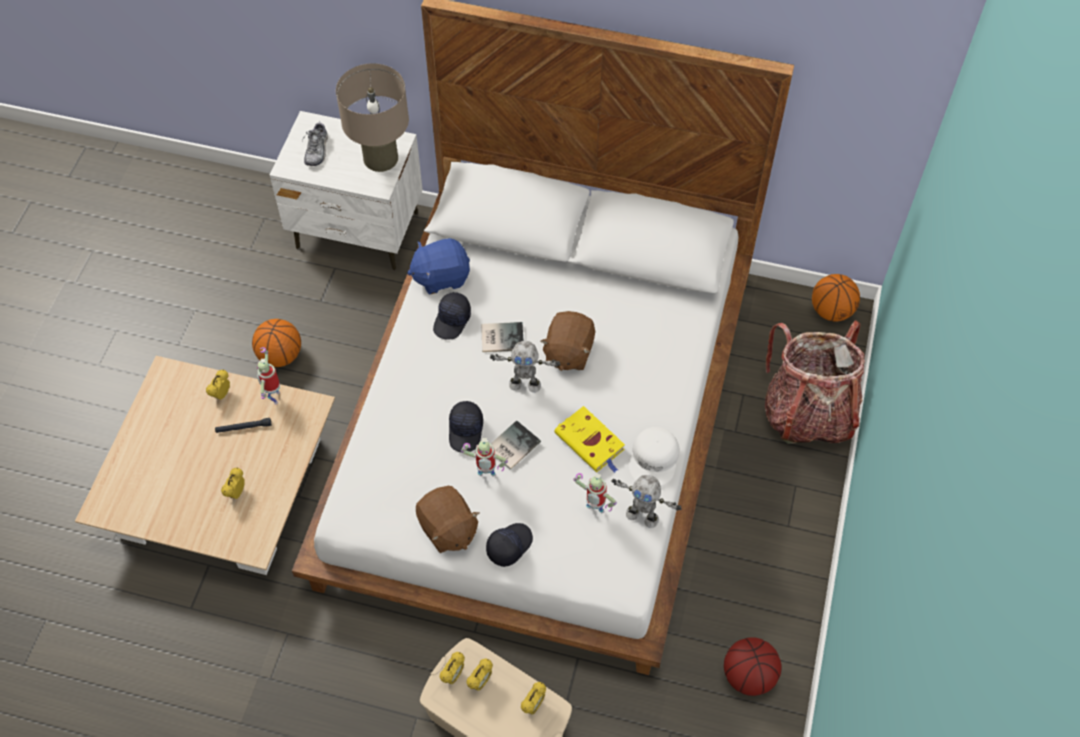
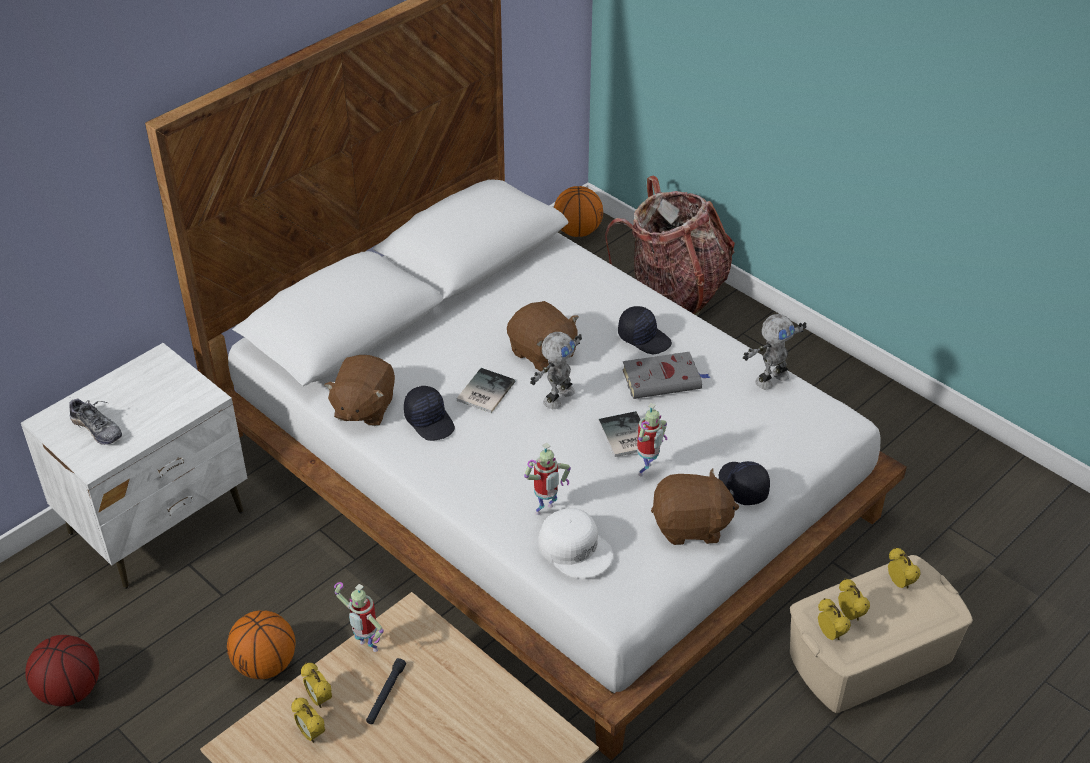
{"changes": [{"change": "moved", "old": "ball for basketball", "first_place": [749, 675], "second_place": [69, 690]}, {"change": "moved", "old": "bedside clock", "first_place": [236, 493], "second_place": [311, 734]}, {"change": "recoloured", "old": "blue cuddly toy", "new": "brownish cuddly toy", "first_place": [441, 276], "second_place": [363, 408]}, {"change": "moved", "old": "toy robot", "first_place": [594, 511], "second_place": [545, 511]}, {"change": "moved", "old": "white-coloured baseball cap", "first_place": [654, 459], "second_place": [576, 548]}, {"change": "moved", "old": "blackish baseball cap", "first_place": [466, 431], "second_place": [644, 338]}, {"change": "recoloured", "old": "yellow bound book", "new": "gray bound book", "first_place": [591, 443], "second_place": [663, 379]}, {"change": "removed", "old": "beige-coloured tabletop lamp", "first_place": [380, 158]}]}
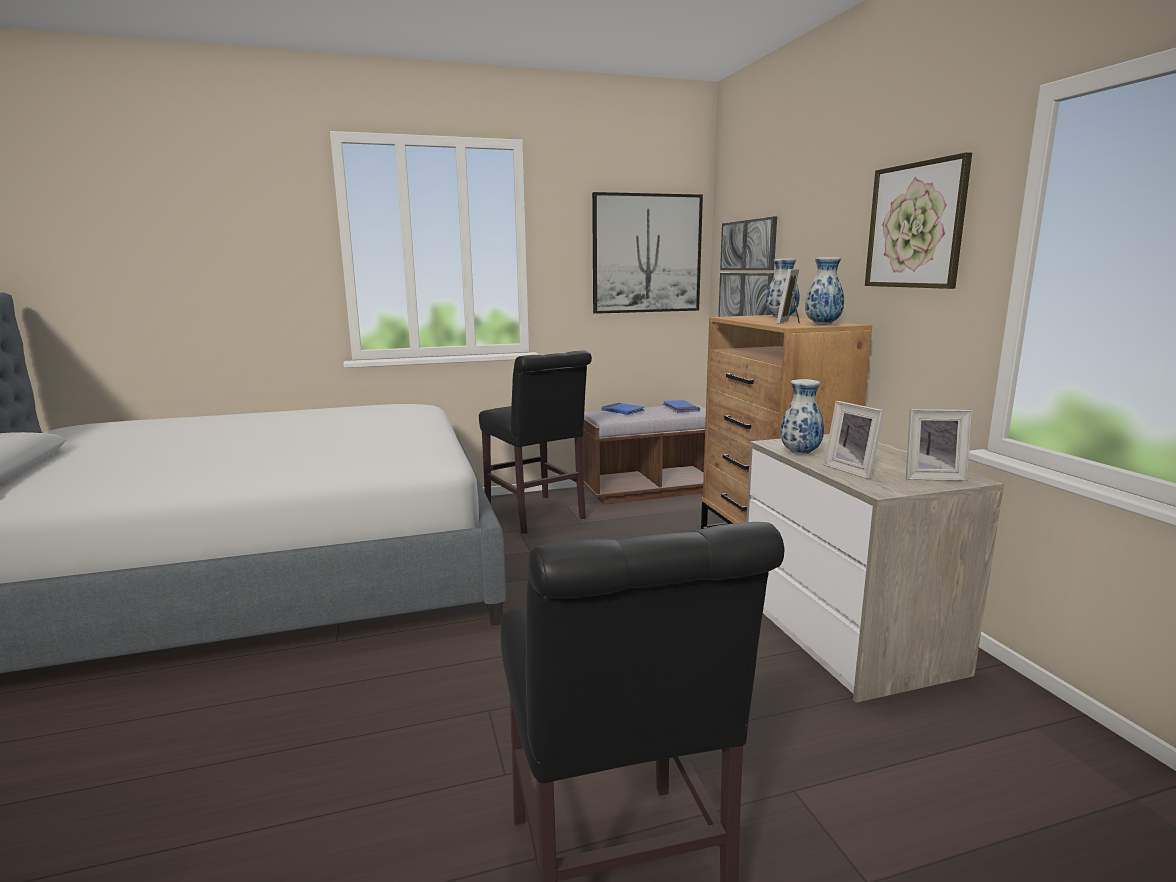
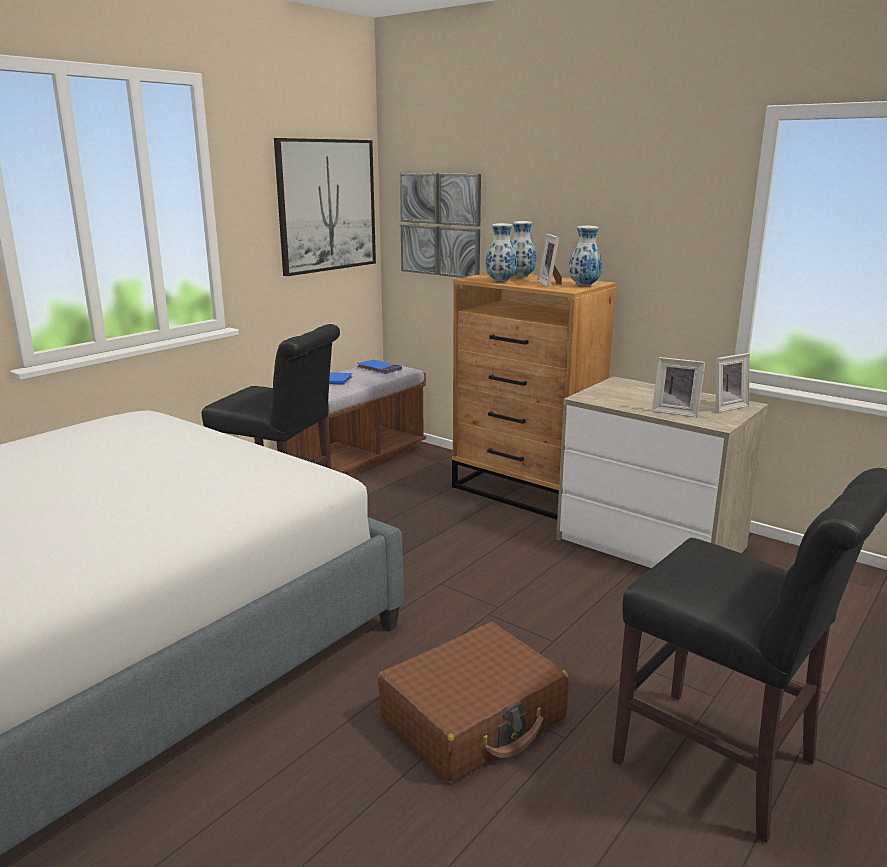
{"changes": [{"change": "added", "new": "brownish suitcase", "second_place": [474, 718]}, {"change": "moved", "old": "vase", "first_place": [800, 453], "second_place": [501, 281]}, {"change": "removed", "old": "wall picture", "first_place": [915, 226]}]}
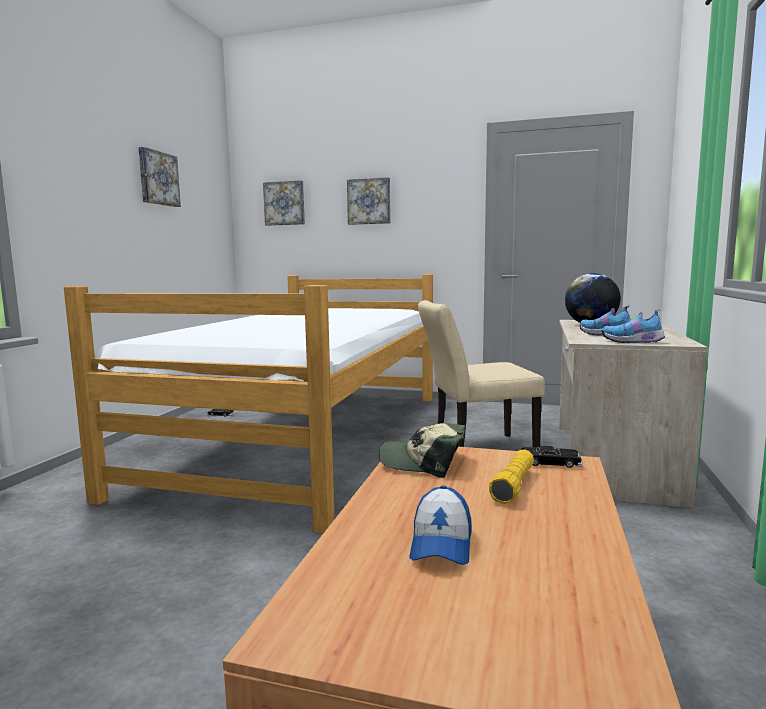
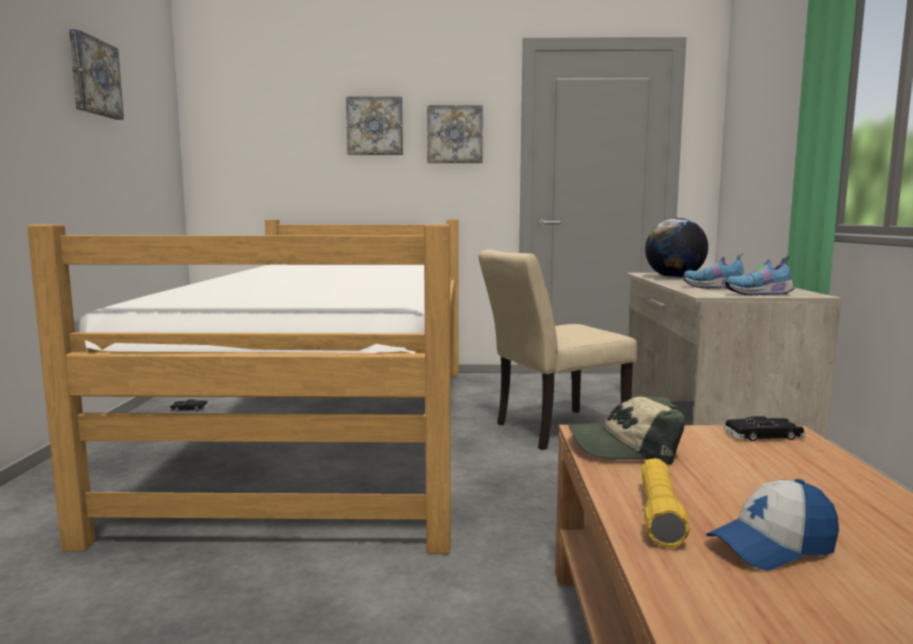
{"changes": [{"change": "moved", "old": "wall picture", "first_place": [285, 203], "second_place": [455, 134]}, {"change": "moved", "old": "yellow flashlight", "first_place": [513, 485], "second_place": [659, 514]}, {"change": "turned", "old": "baseball cap", "first_place": [441, 544], "second_place": [772, 546], "degrees": 75}]}
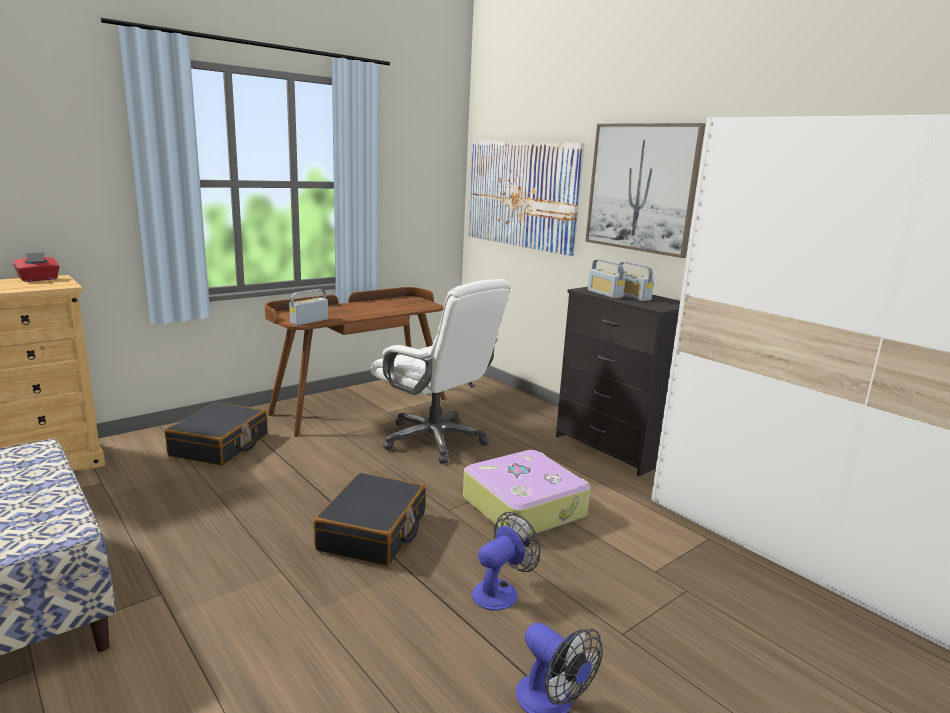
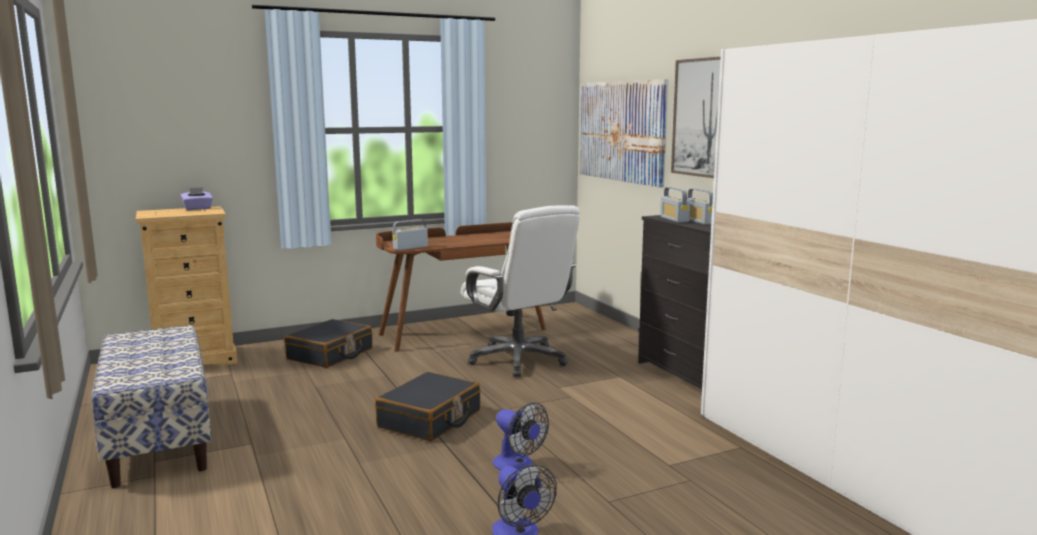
{"changes": [{"change": "recoloured", "old": "red tissue holder", "new": "purplish tissue holder", "first_place": [39, 279], "second_place": [197, 209]}, {"change": "turned", "old": "fan", "first_place": [501, 591], "second_place": [518, 465], "degrees": 75}, {"change": "removed", "old": "suitcase", "first_place": [524, 506]}]}
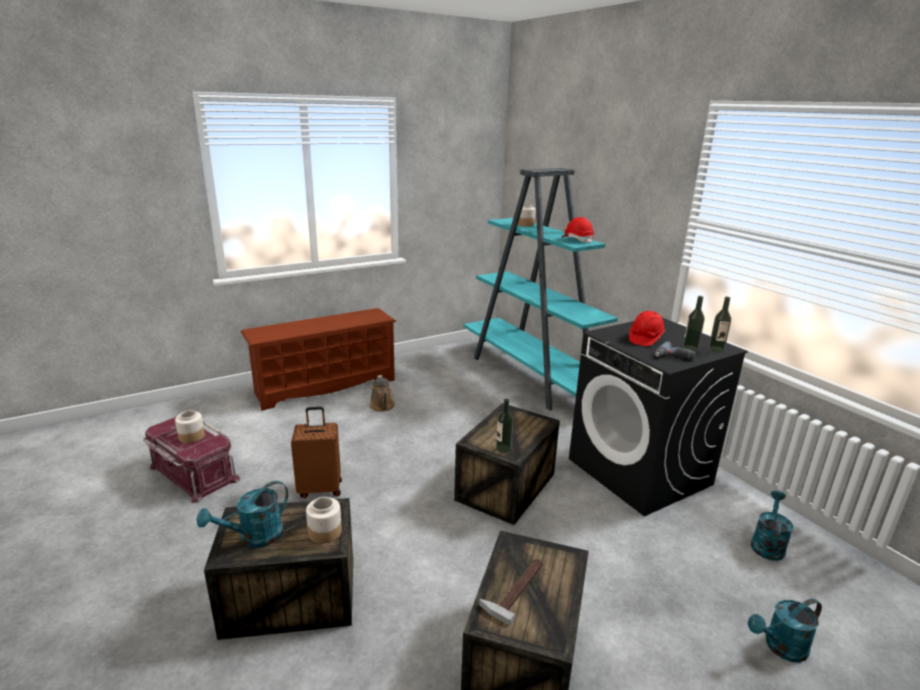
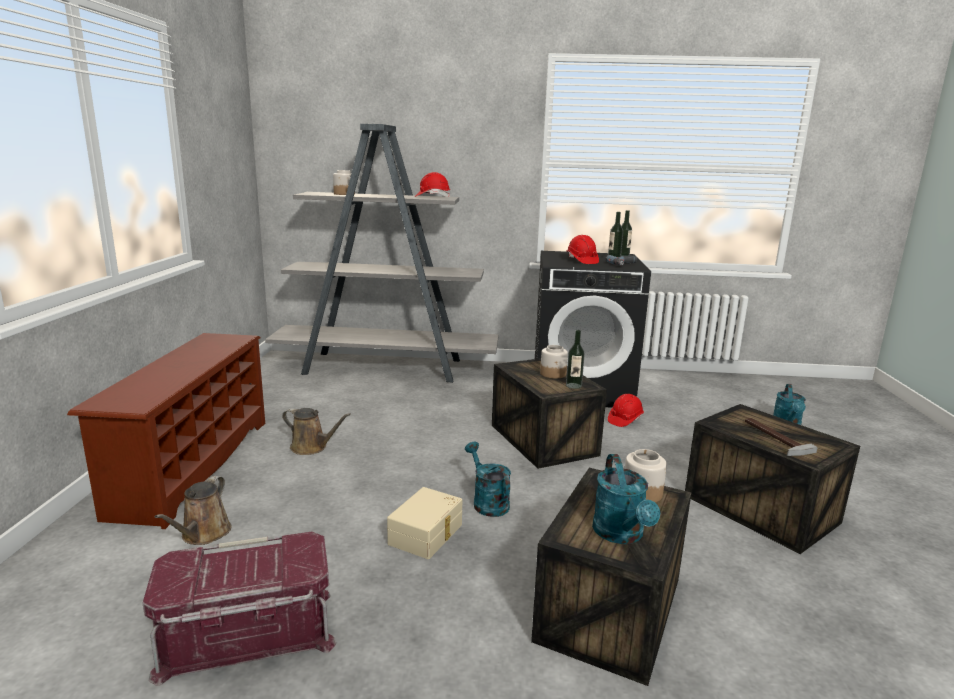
{"changes": [{"change": "added", "new": "brownish sprinkling can", "second_place": [203, 534]}, {"change": "recoloured", "old": "turquoise bookshelf", "new": "gray bookshelf", "first_place": [533, 377], "second_place": [386, 367]}, {"change": "replaced", "old": "brownish suitcase", "new": "beige-coloured storage box", "first_place": [320, 488], "second_place": [427, 535]}, {"change": "moved", "old": "turquoise sprinkling can", "first_place": [767, 544], "second_place": [487, 502]}, {"change": "moved", "old": "preserve jar", "first_place": [191, 437], "second_place": [553, 374]}, {"change": "added", "new": "red work helmet", "second_place": [625, 420]}]}
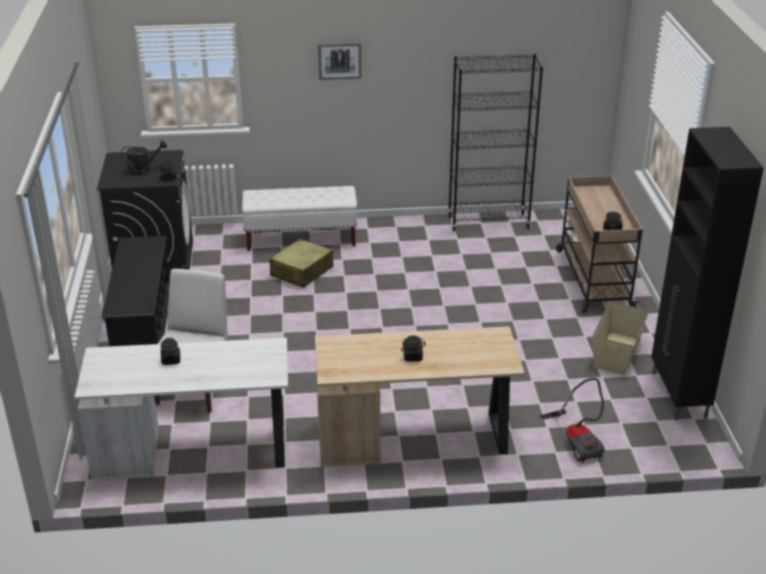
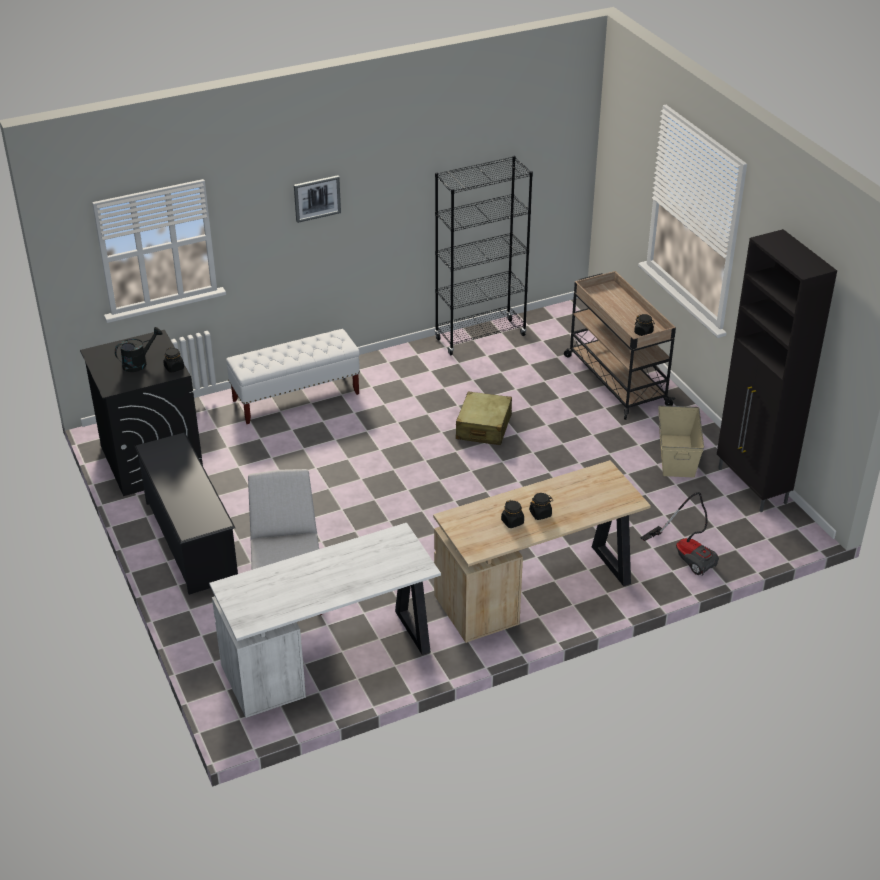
{"changes": [{"change": "moved", "old": "beige-coloured suitcase", "first_place": [301, 272], "second_place": [483, 427]}, {"change": "moved", "old": "blackish preserve jar", "first_place": [171, 360], "second_place": [512, 522]}]}
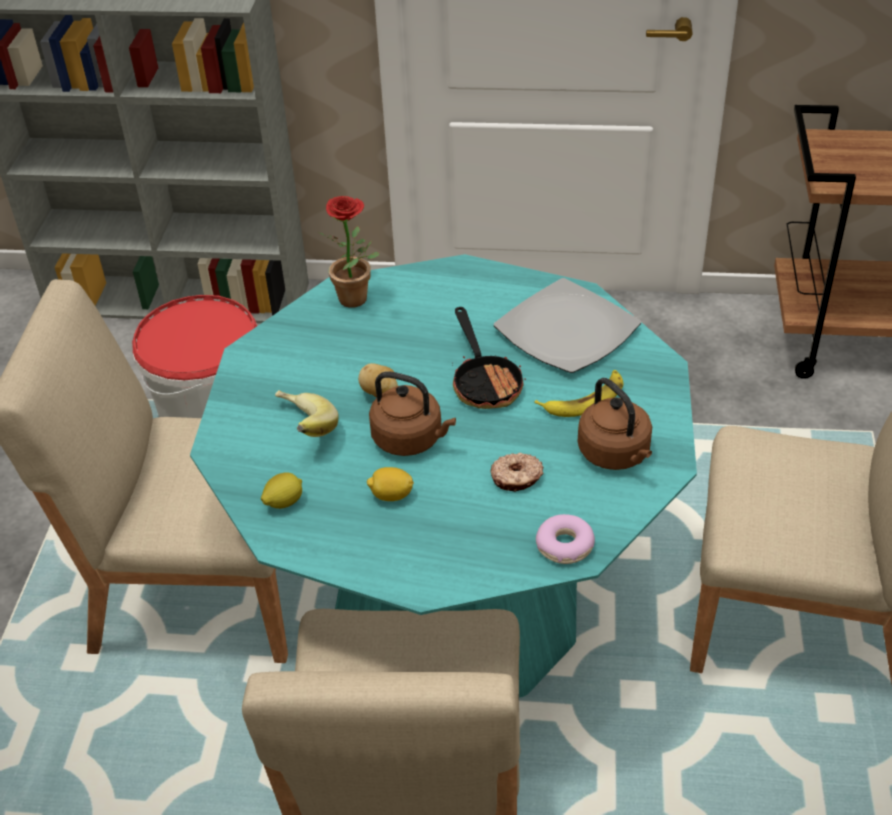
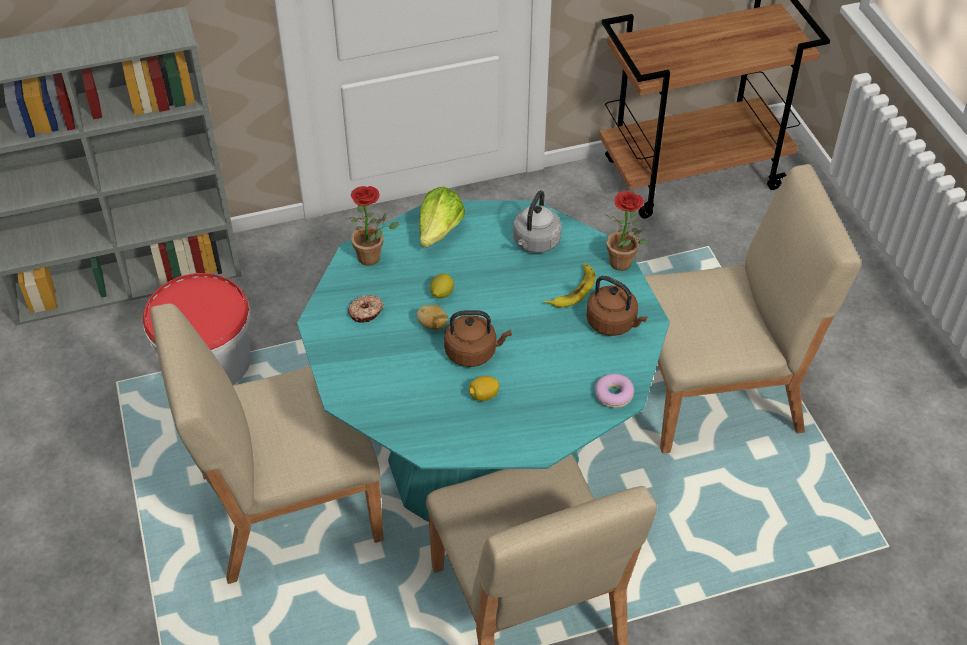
{"changes": [{"change": "moved", "old": "donut", "first_place": [516, 478], "second_place": [366, 312]}, {"change": "added", "new": "head of lettuce", "second_place": [440, 231]}, {"change": "moved", "old": "citrus fruit", "first_place": [284, 502], "second_place": [441, 294]}, {"change": "replaced", "old": "plate", "new": "gray kettle", "first_place": [566, 332], "second_place": [535, 243]}, {"change": "added", "new": "plant in a pot", "second_place": [624, 265]}, {"change": "removed", "old": "banana fruit", "first_place": [302, 430]}, {"change": "removed", "old": "pan", "first_place": [485, 381]}]}
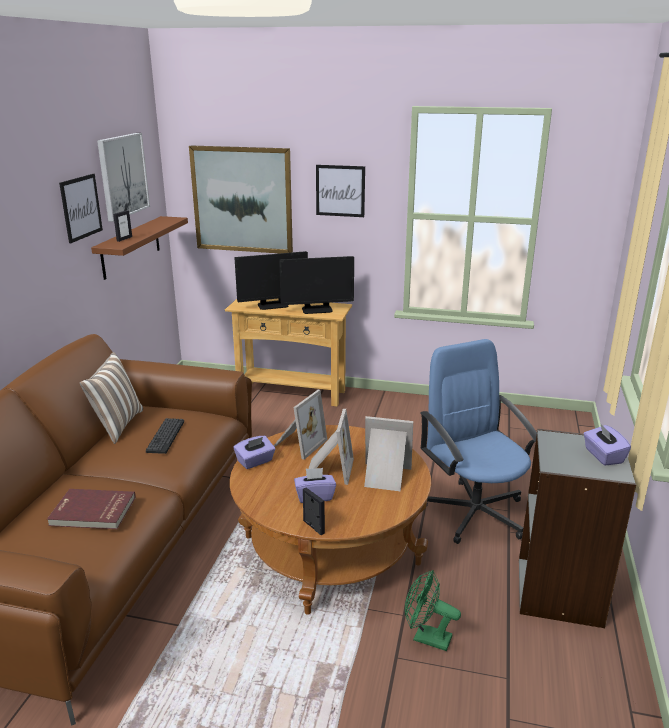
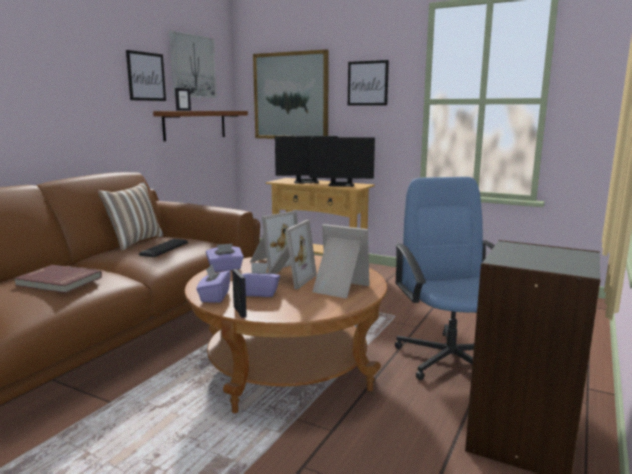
{"changes": [{"change": "moved", "old": "purplish tissue holder", "first_place": [603, 456], "second_place": [214, 297]}, {"change": "removed", "old": "greenish fan", "first_place": [426, 637]}]}
